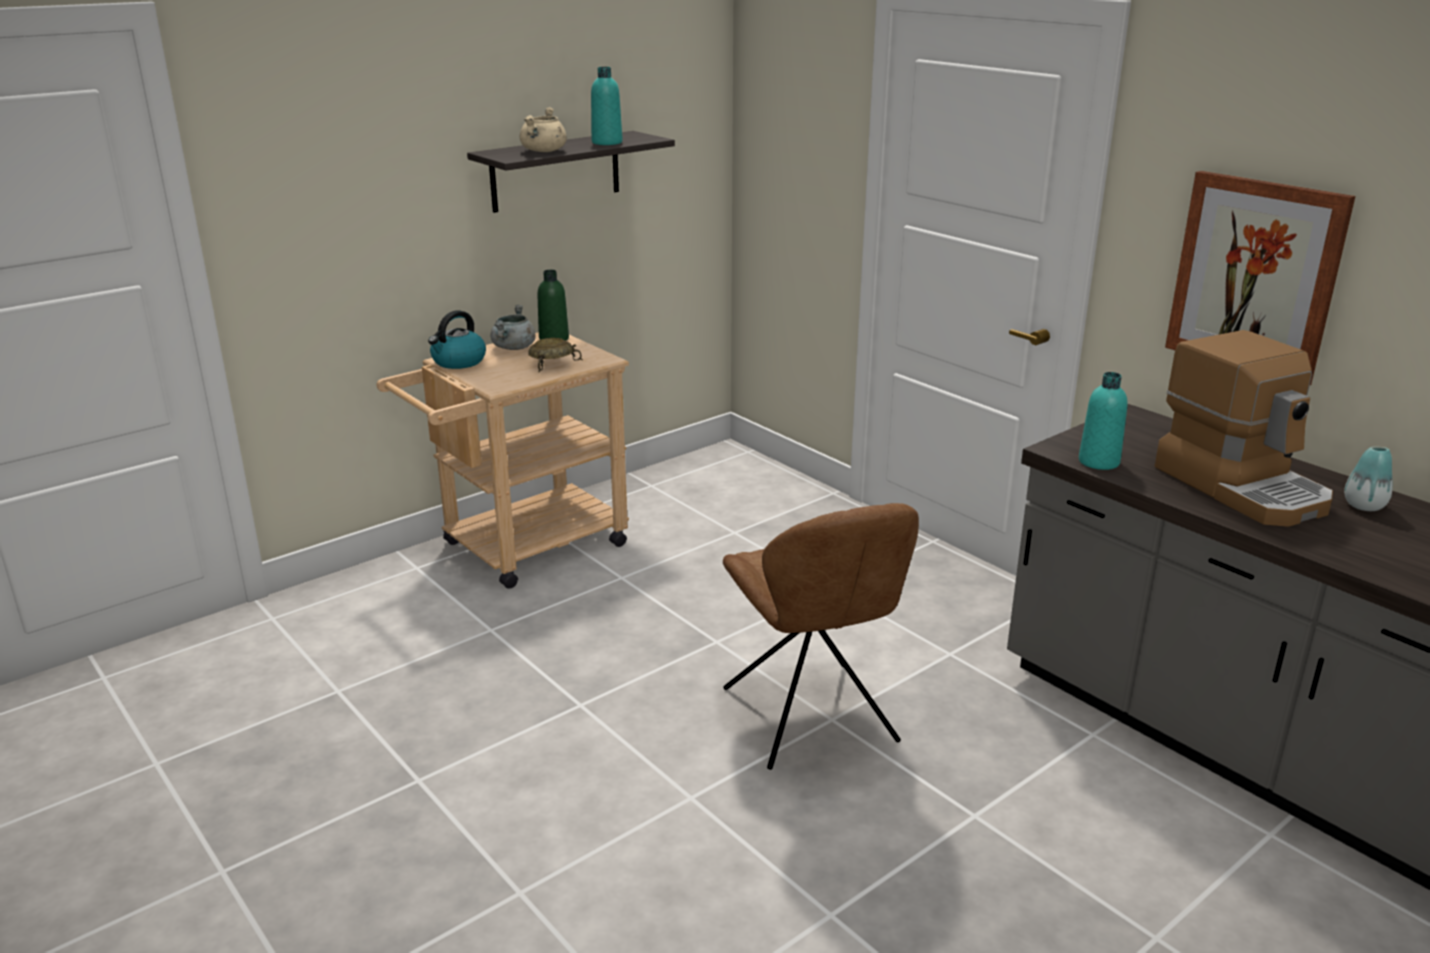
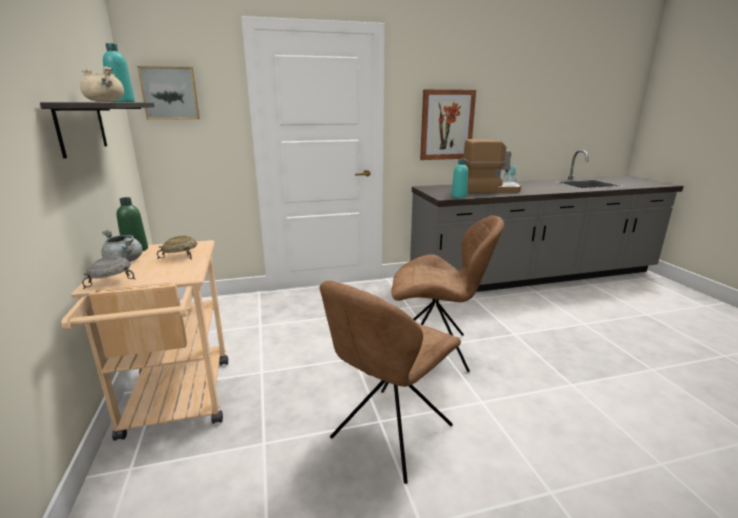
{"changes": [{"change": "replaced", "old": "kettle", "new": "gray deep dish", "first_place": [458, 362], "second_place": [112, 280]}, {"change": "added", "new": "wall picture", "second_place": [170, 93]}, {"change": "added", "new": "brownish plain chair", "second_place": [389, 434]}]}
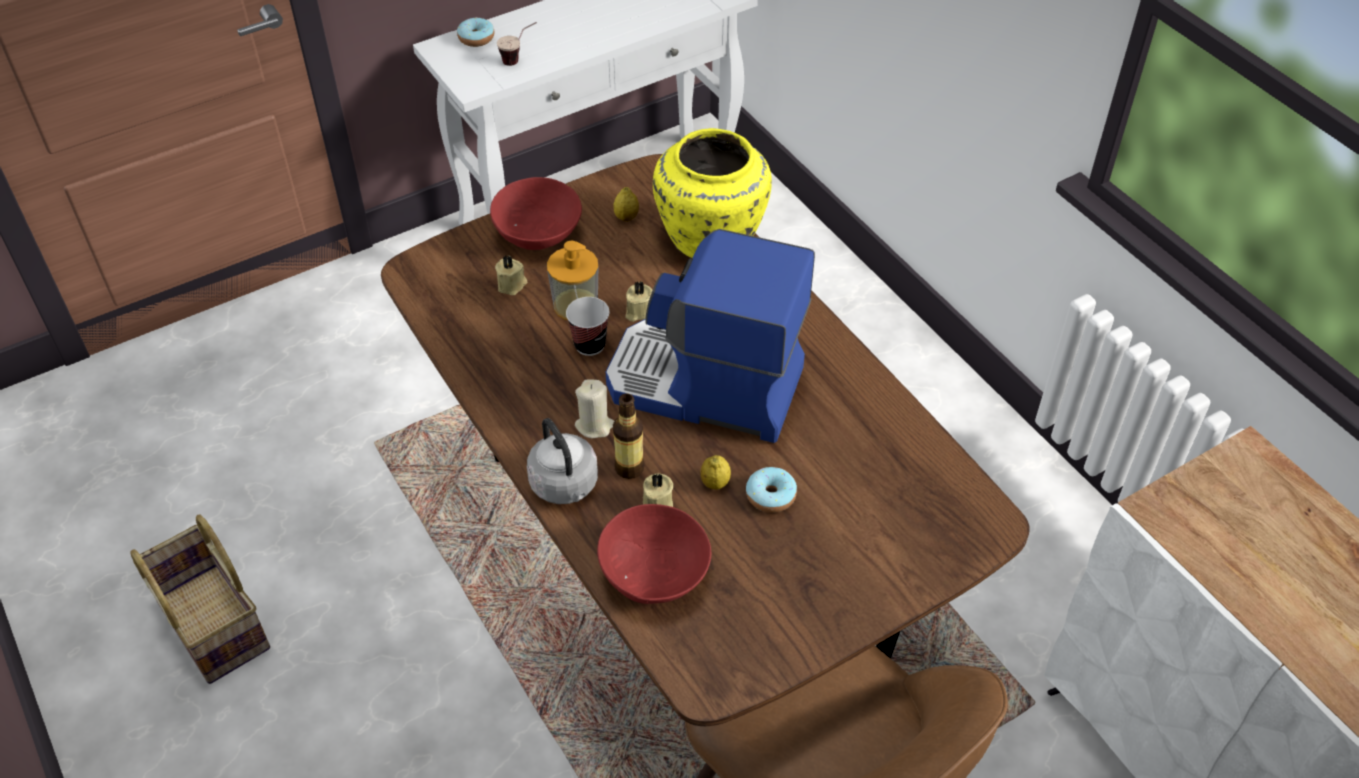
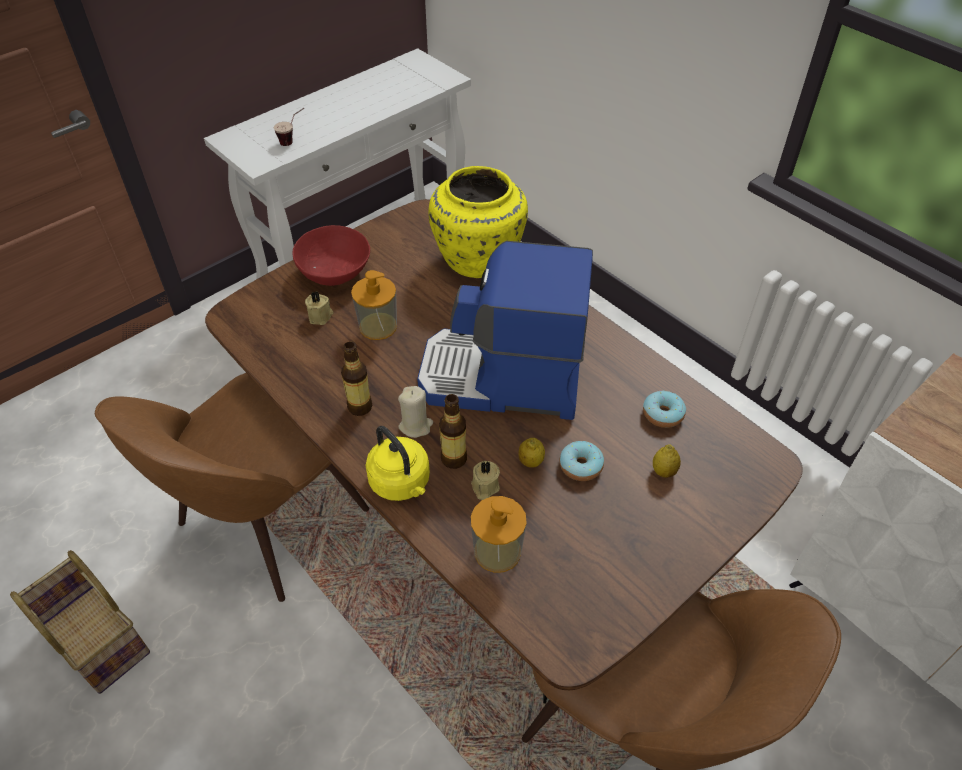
{"changes": [{"change": "added", "new": "brownish plain chair", "second_place": [268, 522]}, {"change": "added", "new": "bottle", "second_place": [360, 407]}, {"change": "recoloured", "old": "gray kettle", "new": "yellow kettle", "first_place": [565, 486], "second_place": [401, 483]}, {"change": "replaced", "old": "red deep dish", "new": "soap dispenser", "first_place": [654, 573], "second_place": [497, 551]}, {"change": "moved", "old": "donut", "first_place": [476, 38], "second_place": [662, 414]}, {"change": "moved", "old": "citrus fruit", "first_place": [626, 217], "second_place": [663, 471]}, {"change": "removed", "old": "drinking cup", "first_place": [590, 345]}, {"change": "removed", "old": "beige-coloured candle", "first_place": [638, 311]}]}
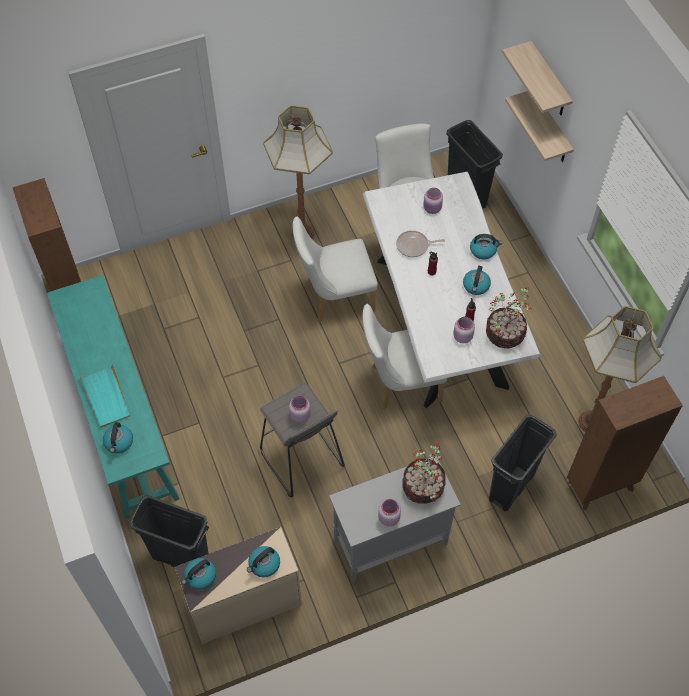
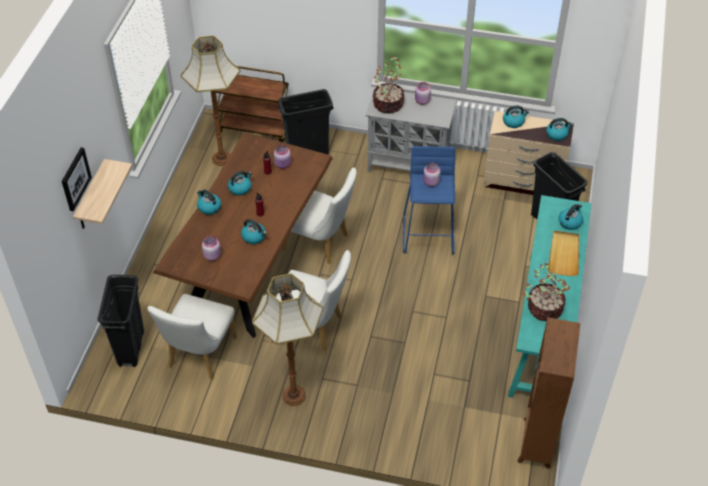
{"changes": [{"change": "replaced", "old": "bracket shelf", "new": "wall picture", "first_place": [549, 81], "second_place": [75, 179]}, {"change": "recoloured", "old": "white-coloured kitchen table", "new": "brownish kitchen table", "first_place": [440, 322], "second_place": [253, 266]}, {"change": "replaced", "old": "brownish bookshelf", "new": "brownish wheeled cart", "first_place": [599, 486], "second_place": [255, 128]}, {"change": "replaced", "old": "pan", "new": "kettle", "first_place": [414, 246], "second_place": [254, 237]}, {"change": "recoloured", "old": "gray sitting stool", "new": "blue sitting stool", "first_place": [301, 459], "second_place": [429, 235]}, {"change": "moved", "old": "plant in a pot", "first_place": [505, 333], "second_place": [543, 309]}, {"change": "recoloured", "old": "turquoise tray", "new": "beige-coloured tray", "first_place": [106, 397], "second_place": [564, 254]}]}
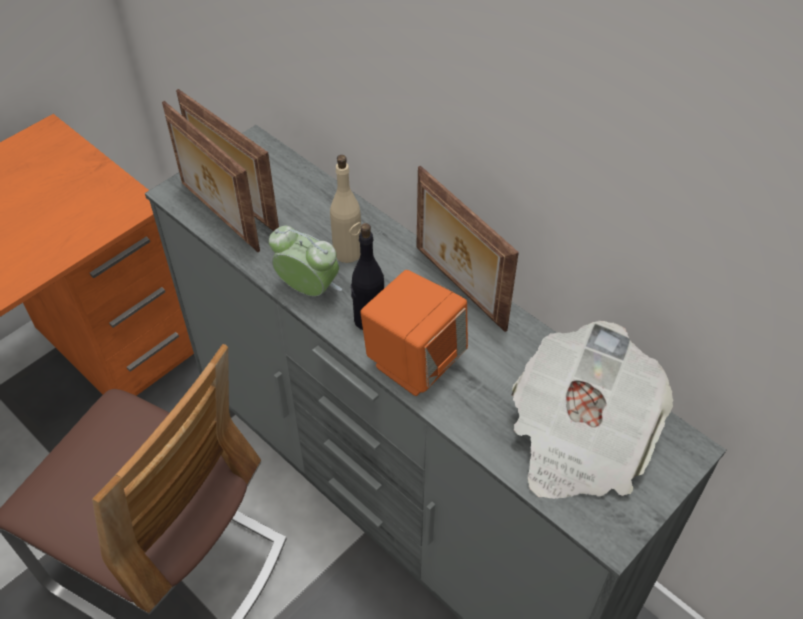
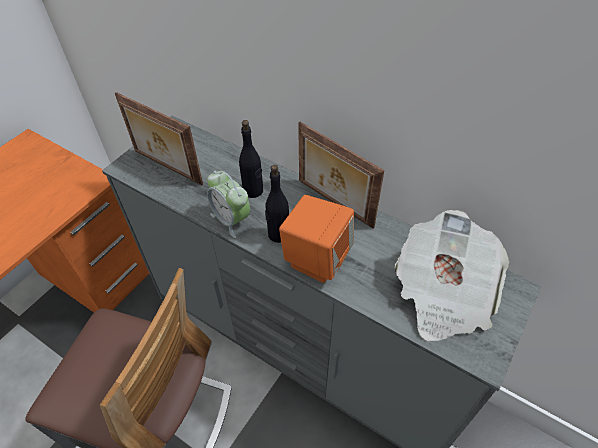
{"changes": [{"change": "turned", "old": "bedside clock", "first_place": [308, 289], "second_place": [231, 219], "degrees": -150}, {"change": "recoloured", "old": "beige-coloured bottle", "new": "blackish bottle", "first_place": [348, 253], "second_place": [253, 191]}, {"change": "removed", "old": "picture frame", "first_place": [217, 217]}]}
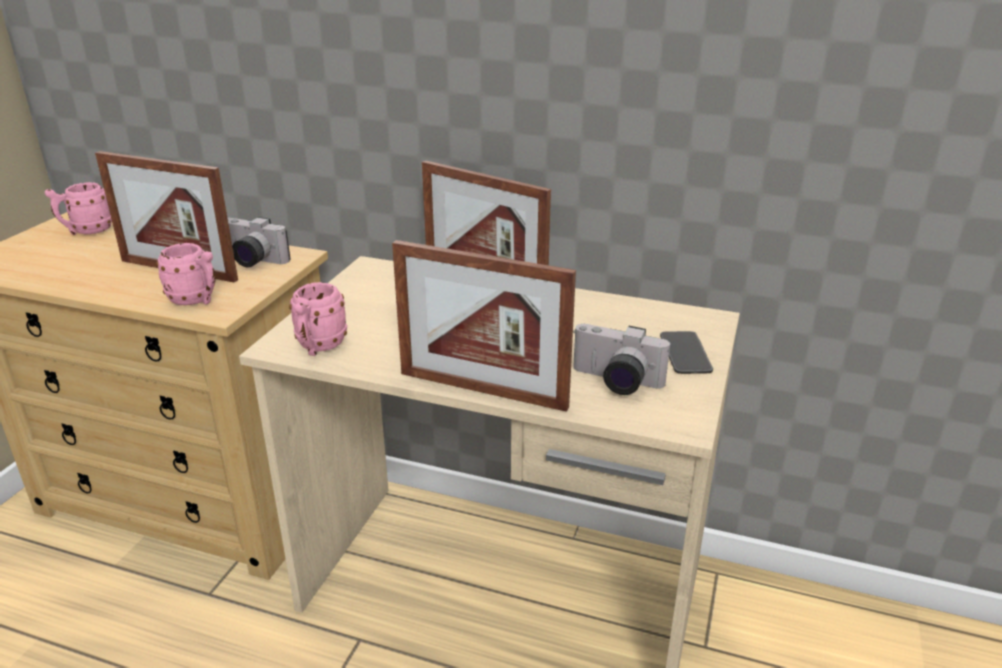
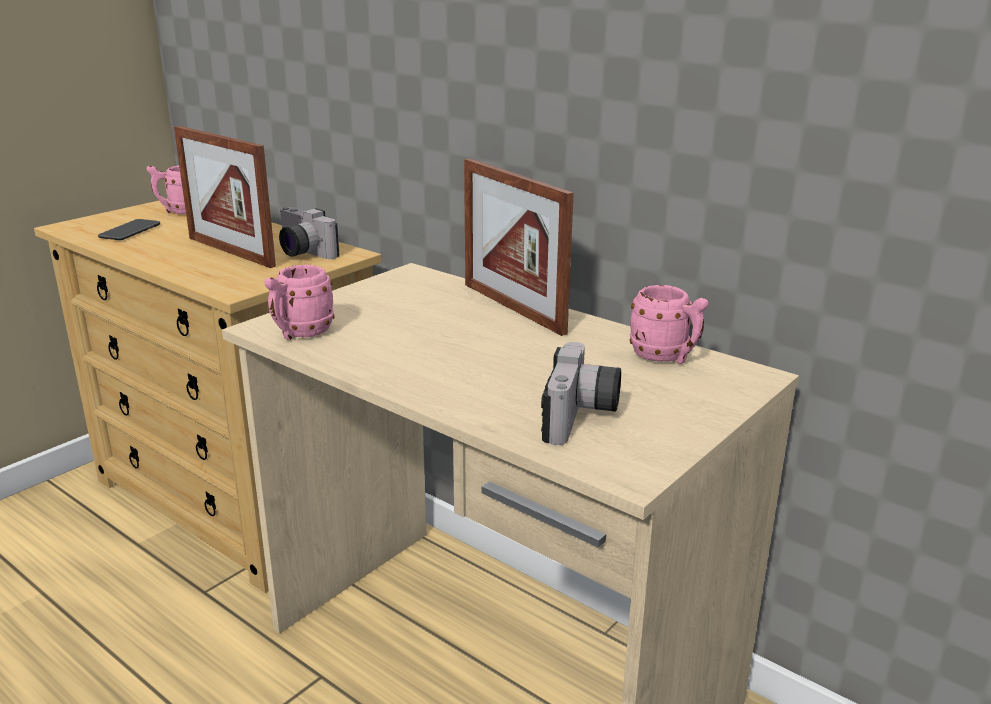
{"changes": [{"change": "moved", "old": "telephone", "first_place": [685, 354], "second_place": [130, 231]}, {"change": "turned", "old": "photo camera", "first_place": [614, 382], "second_place": [582, 418], "degrees": -120}, {"change": "moved", "old": "pinkish mug", "first_place": [197, 300], "second_place": [666, 357]}, {"change": "removed", "old": "picture frame", "first_place": [482, 390]}]}
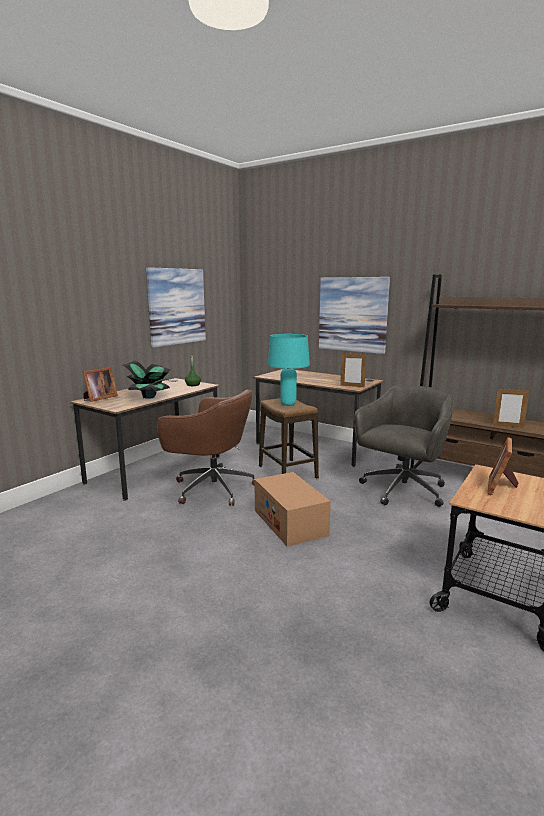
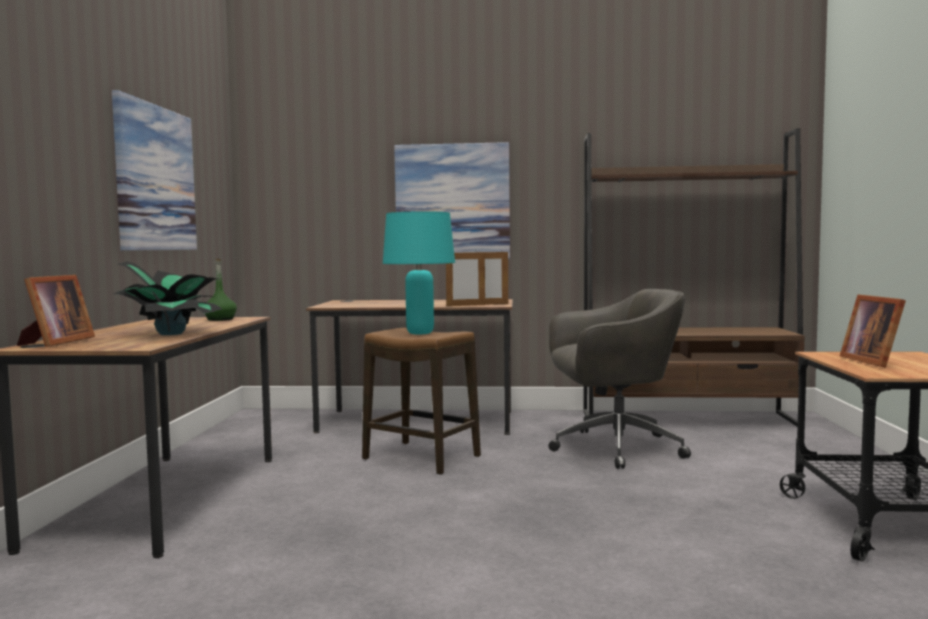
{"changes": [{"change": "moved", "old": "picture frame", "first_place": [508, 426], "second_place": [465, 305]}, {"change": "turned", "old": "gray computer chair", "first_place": [402, 491], "second_place": [613, 448], "degrees": 75}, {"change": "removed", "old": "brownish computer chair", "first_place": [211, 488]}, {"change": "removed", "old": "carton", "first_place": [290, 522]}]}
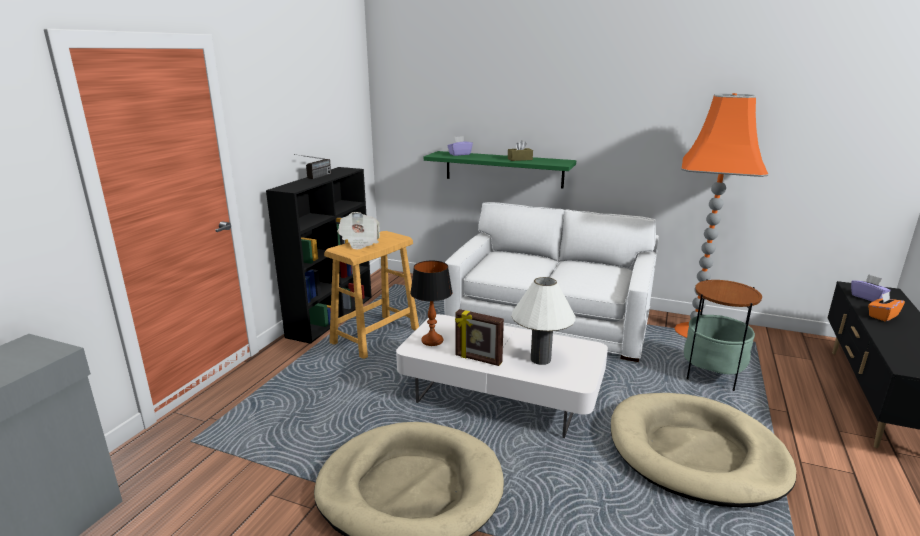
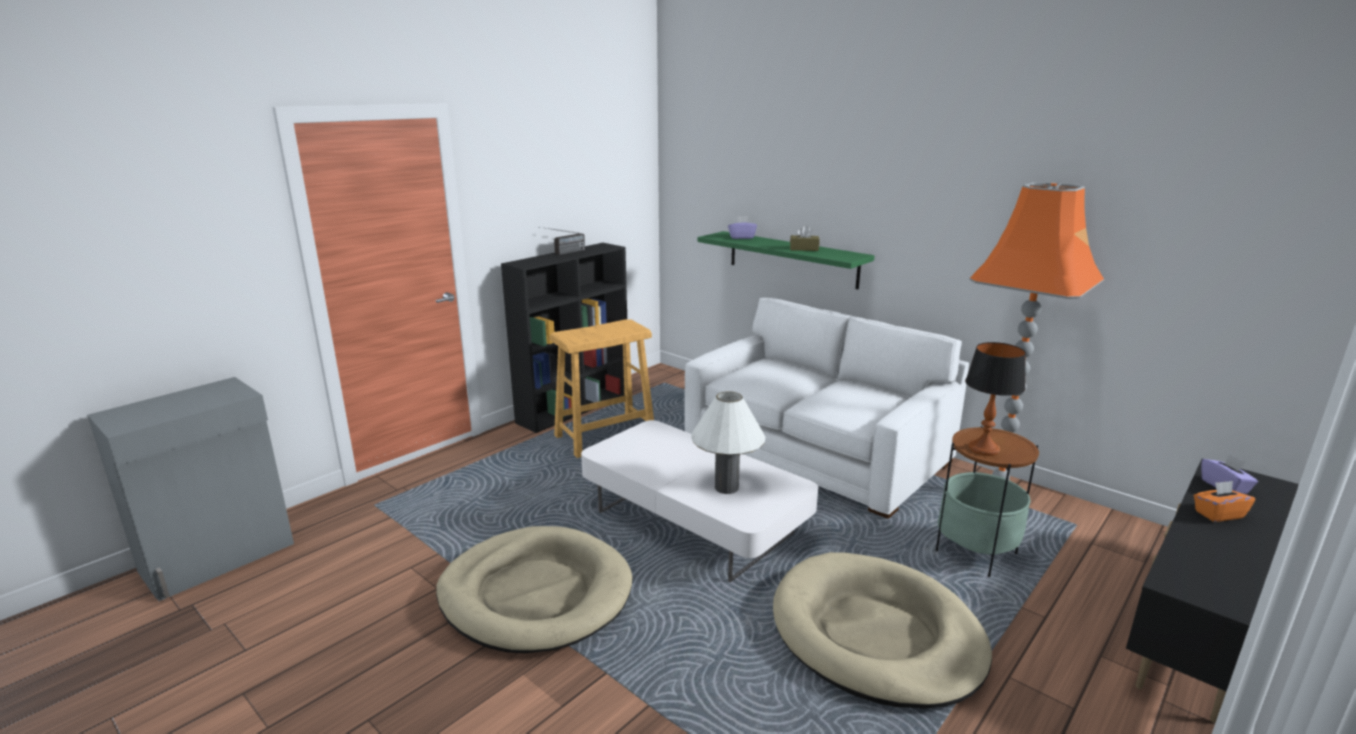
{"changes": [{"change": "moved", "old": "tabletop lamp", "first_place": [432, 341], "second_place": [983, 449]}, {"change": "removed", "old": "newspaper", "first_place": [360, 242]}, {"change": "removed", "old": "picture frame", "first_place": [478, 359]}]}
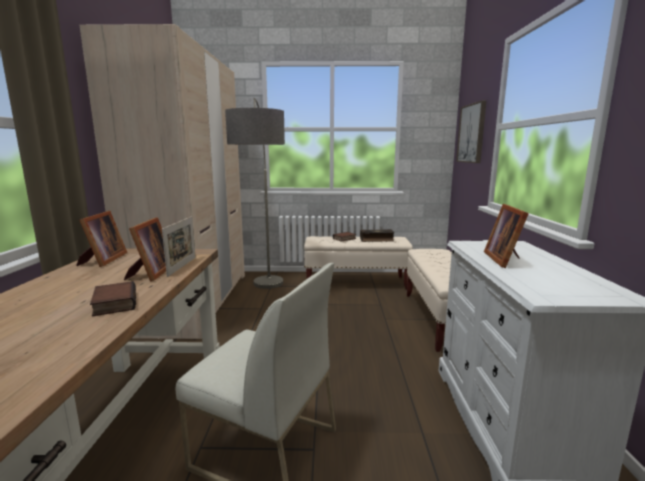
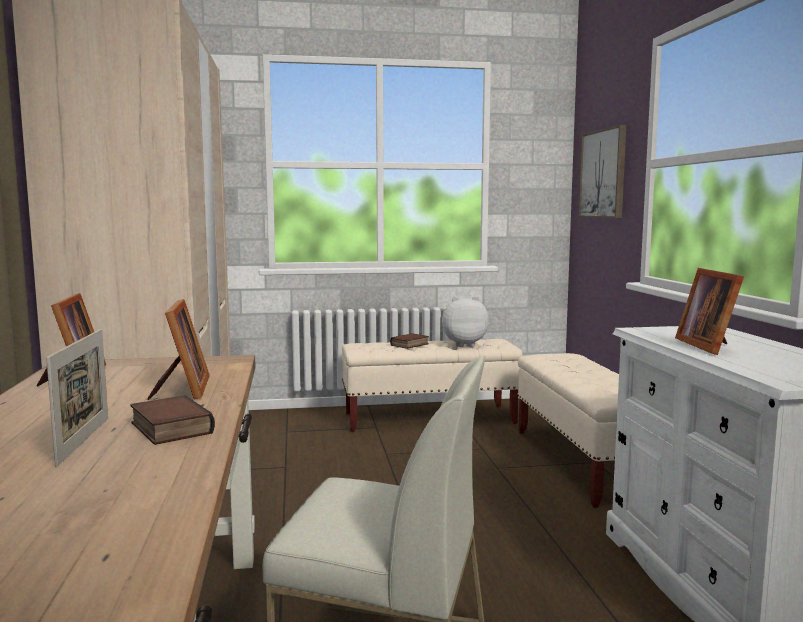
{"changes": [{"change": "moved", "old": "picture frame", "first_place": [182, 266], "second_place": [84, 440]}, {"change": "replaced", "old": "bound book", "new": "cuddly toy", "first_place": [376, 240], "second_place": [463, 344]}, {"change": "removed", "old": "floor lamp", "first_place": [264, 297]}]}
